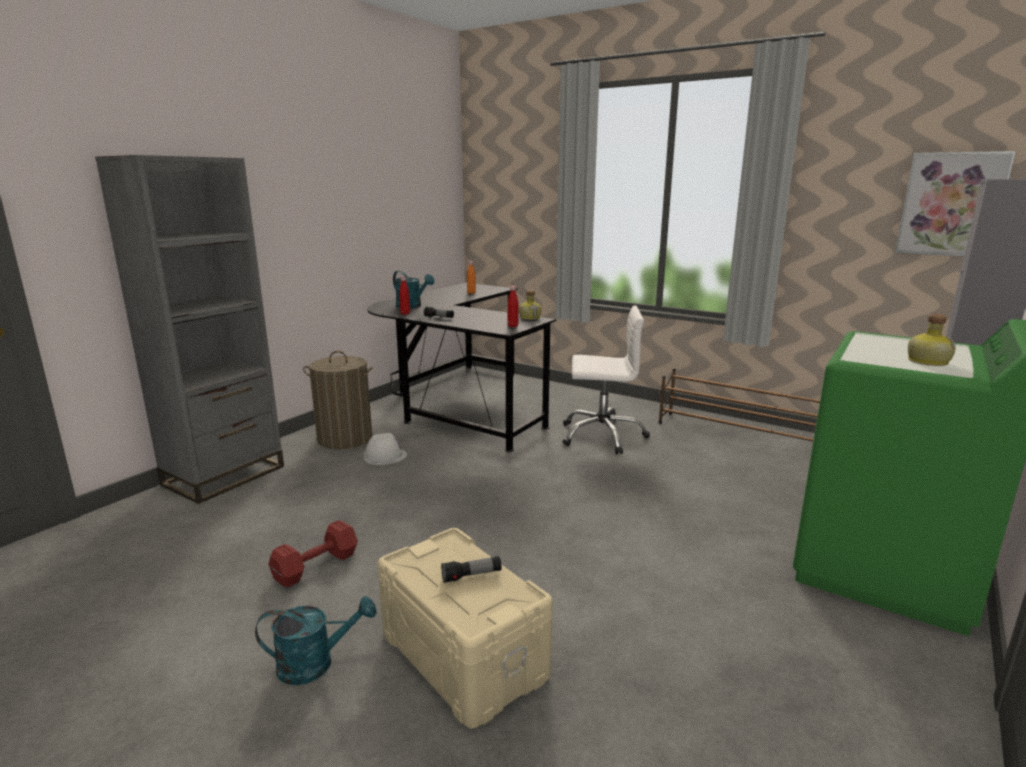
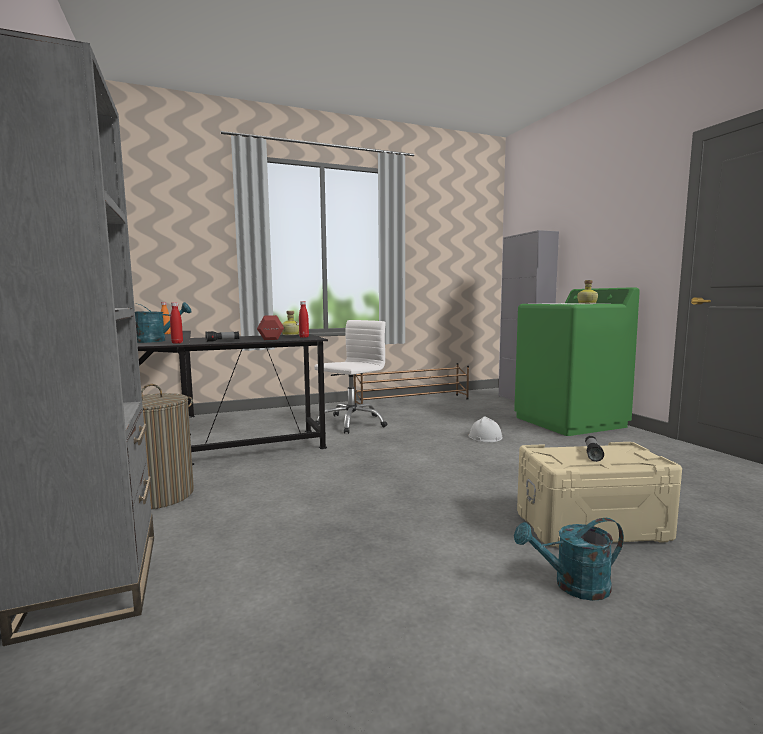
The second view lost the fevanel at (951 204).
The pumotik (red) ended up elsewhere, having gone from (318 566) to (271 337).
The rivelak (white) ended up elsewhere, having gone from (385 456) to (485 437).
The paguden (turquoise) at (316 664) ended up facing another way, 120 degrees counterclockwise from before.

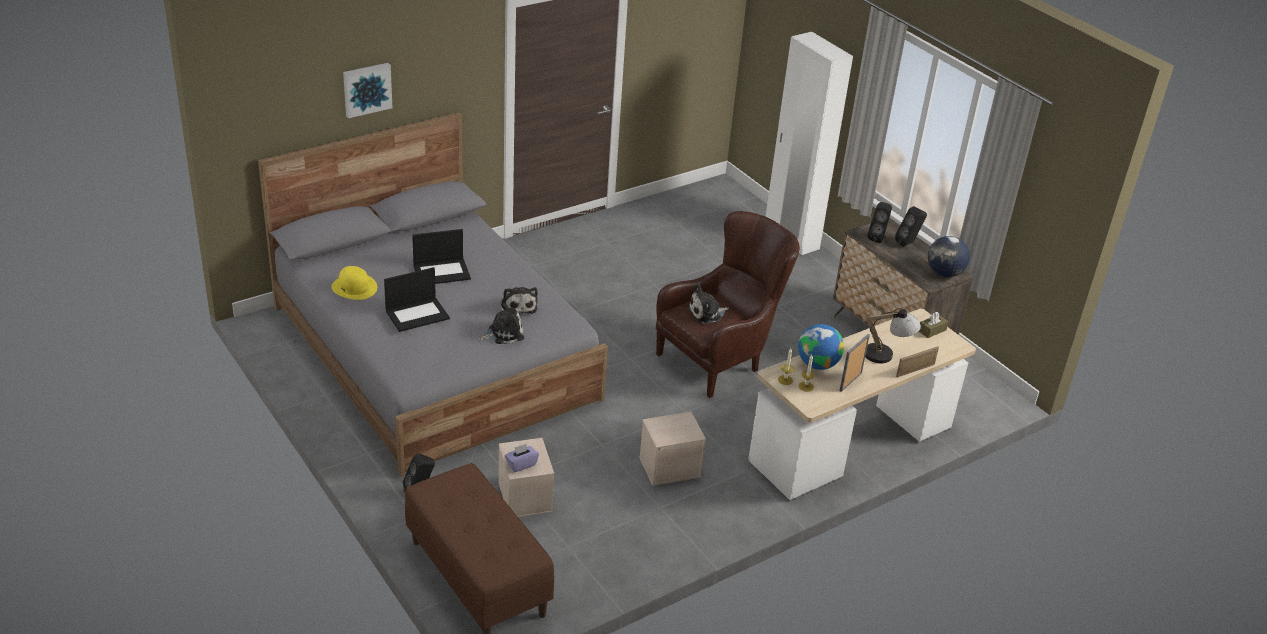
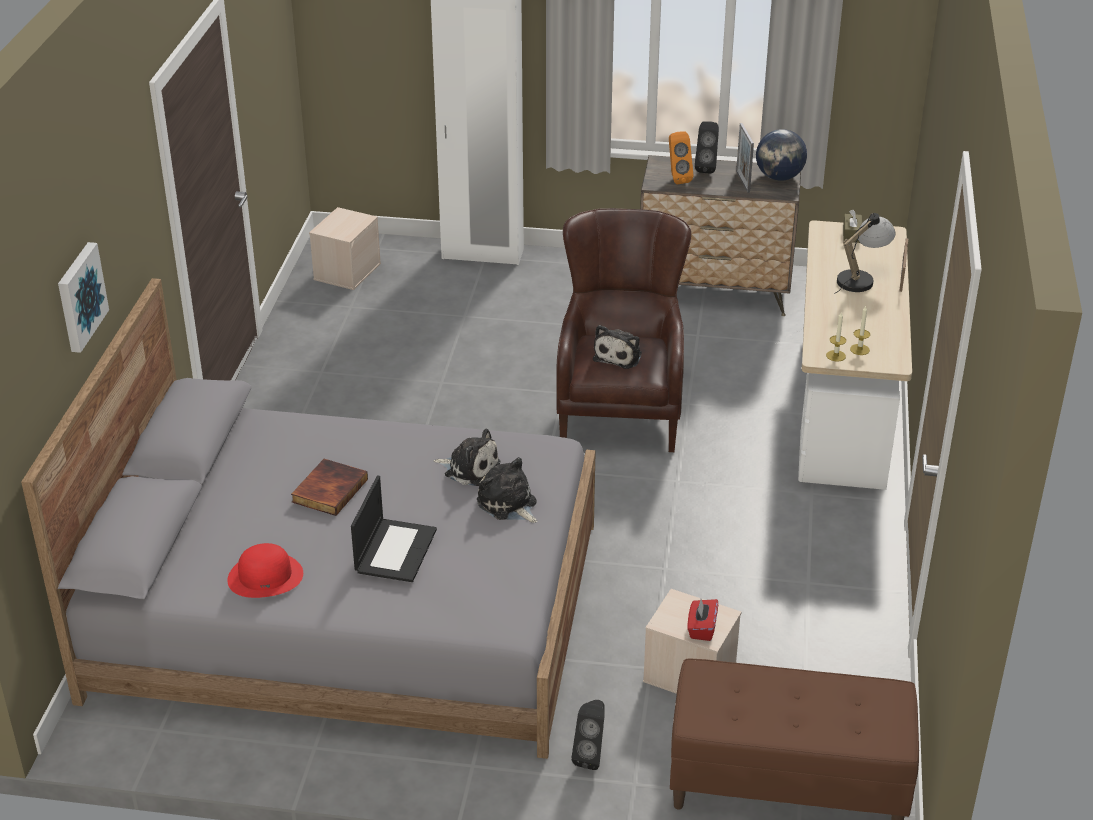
The second view lost the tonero at (817 364).
The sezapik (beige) ended up elsewhere, having gone from (670 466) to (347 271).
The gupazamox ended up elsewhere, having gone from (850 381) to (743 181).
Where the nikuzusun stood at (442 272), the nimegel came to stand at (329 490).
What was the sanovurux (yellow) at (354 287) turned into the sanovurux (red) at (265 576).
What was the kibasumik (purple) at (521 464) turned into the kibasumik (red) at (701 628).
What was the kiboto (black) at (878 238) turned into the kiboto (orange) at (677 179).
The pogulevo at (503 333) ended up facing another way, 60 degrees counterclockwise from before.

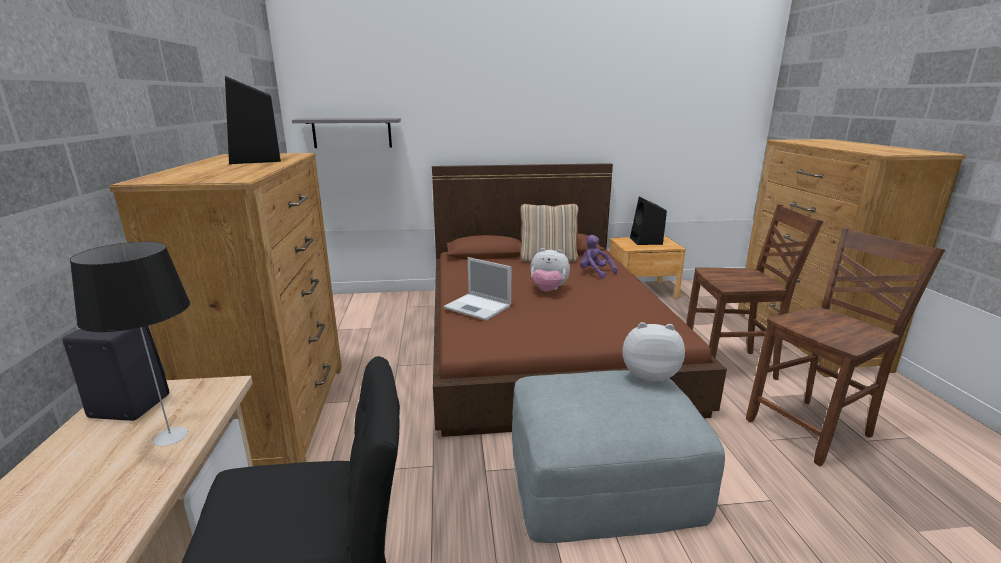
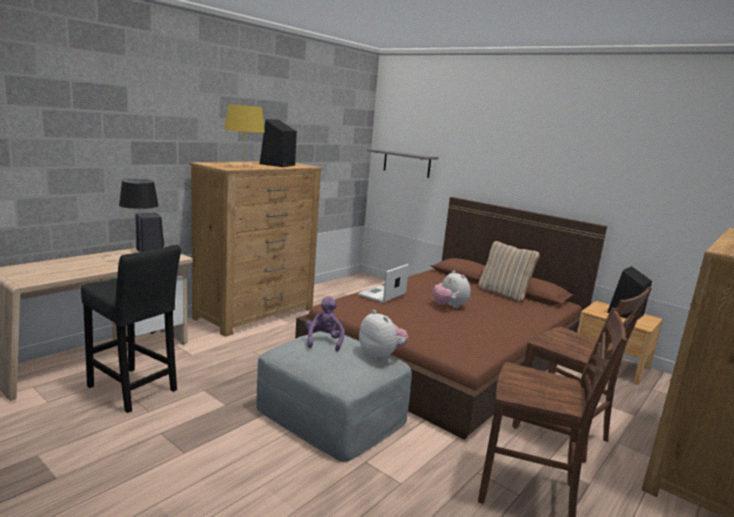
The second view gained the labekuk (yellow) at (243 167).
The pogulevo (purple) ended up elsewhere, having gone from (594 273) to (324 341).
The nikuzusun at (478 307) ended up facing another way, 45 degrees clockwise from before.

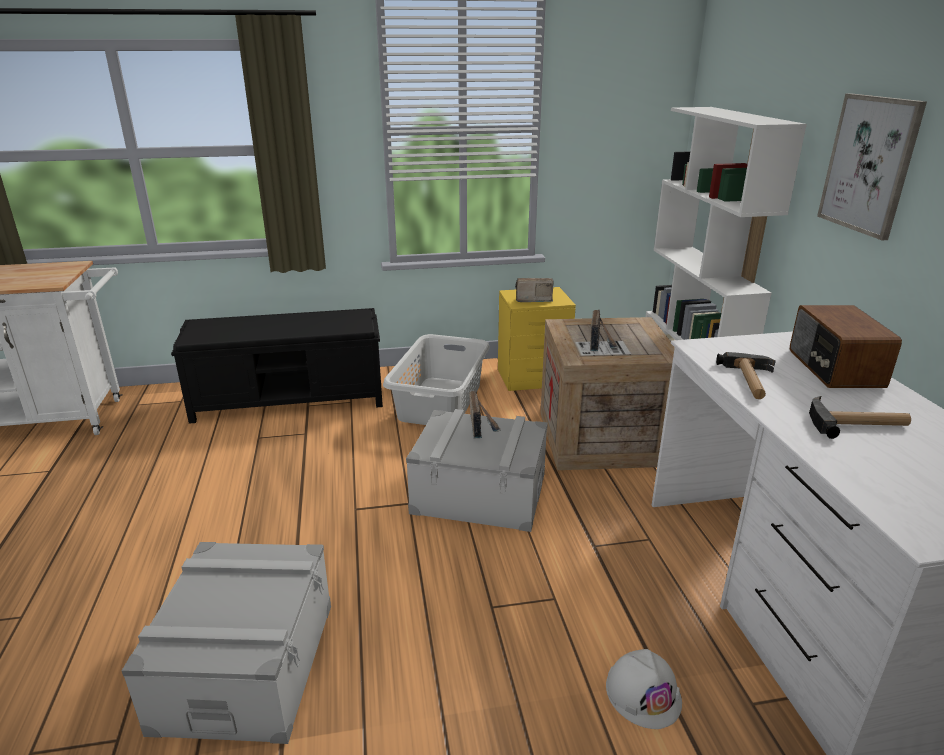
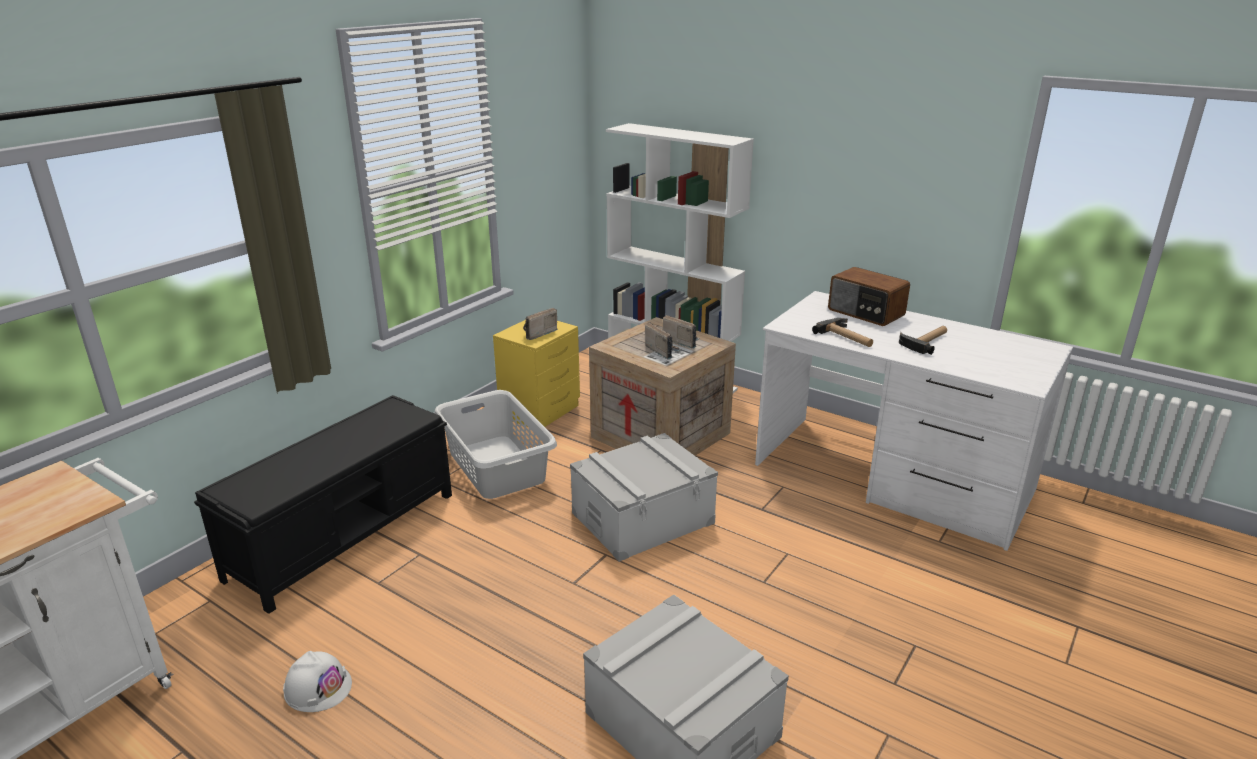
The second view lost the fevanel at (869 165).
The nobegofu ended up elsewhere, having gone from (482 426) to (681 341).
The rivelak (white) ended up elsewhere, having gone from (643 693) to (318 687).

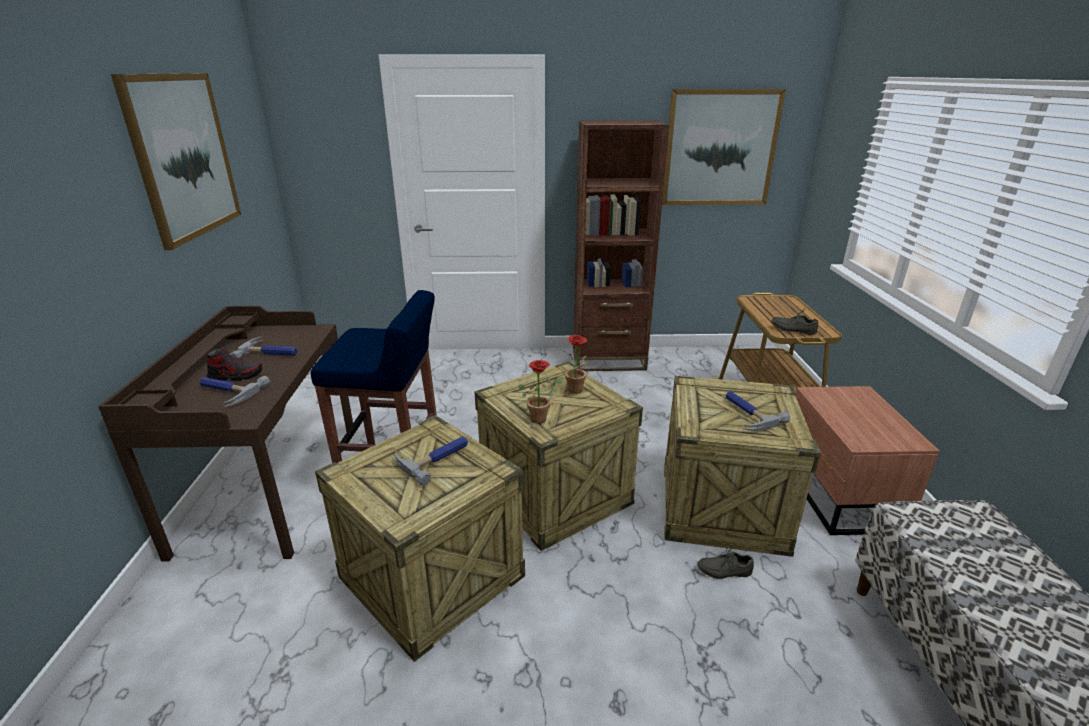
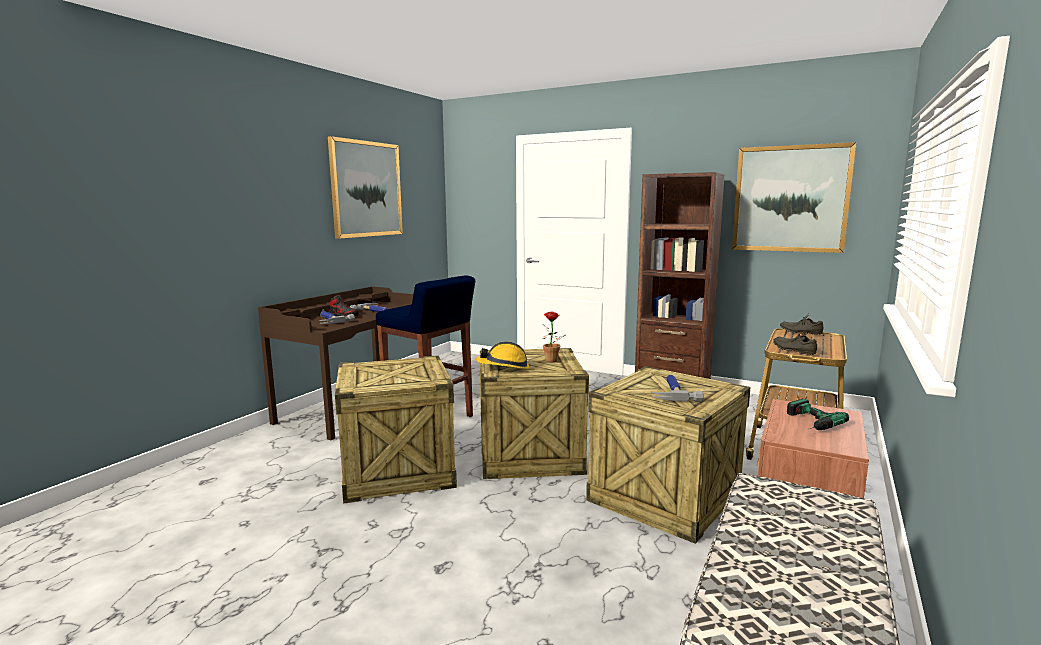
The second view lost the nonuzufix at (435 458).
The second view gained the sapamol at (807 422).
The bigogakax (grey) ended up elsewhere, having gone from (723 569) to (800 331).
Where the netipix stood at (541 418), the rivelak came to stand at (503 367).

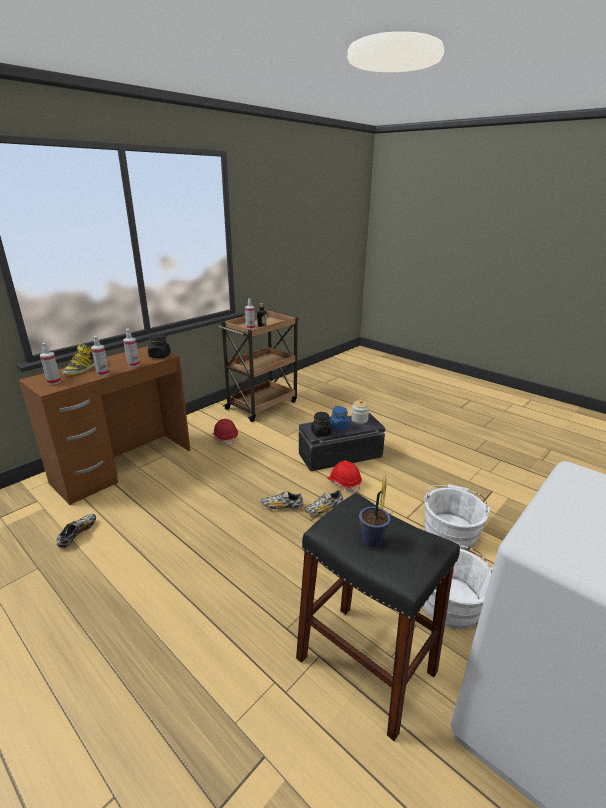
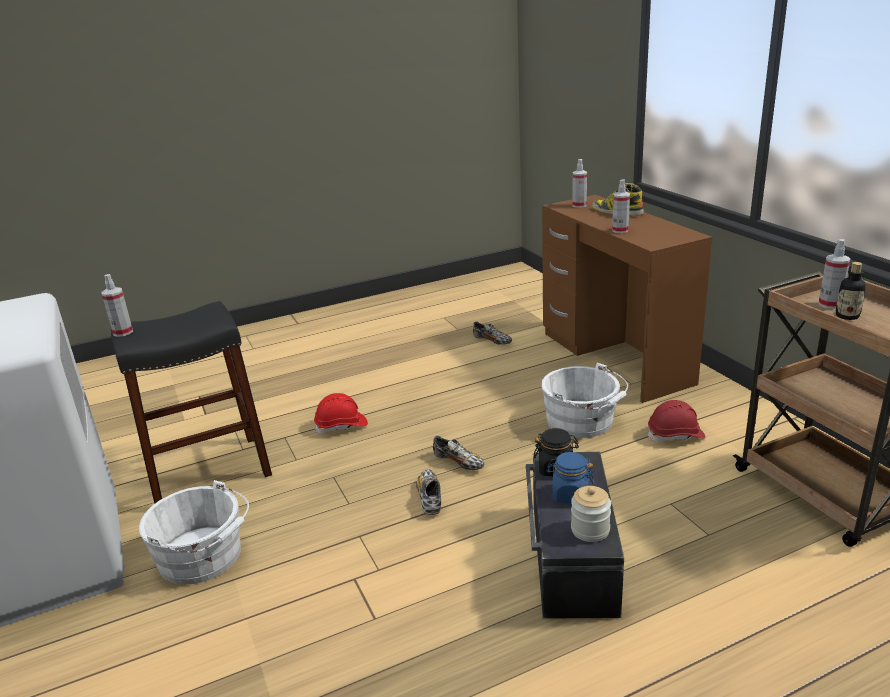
The second view lost the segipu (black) at (160 356).
The second view lost the netipix at (371 542).
The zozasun ended up elsewhere, having gone from (103 373) to (123 332).
The rivelak (red) ended up elsewhere, having gone from (344 483) to (341 426).
The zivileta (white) ended up elsewhere, having gone from (451 529) to (583 421).
The bigogakax at (282 507) ended up facing another way, 105 degrees clockwise from before.

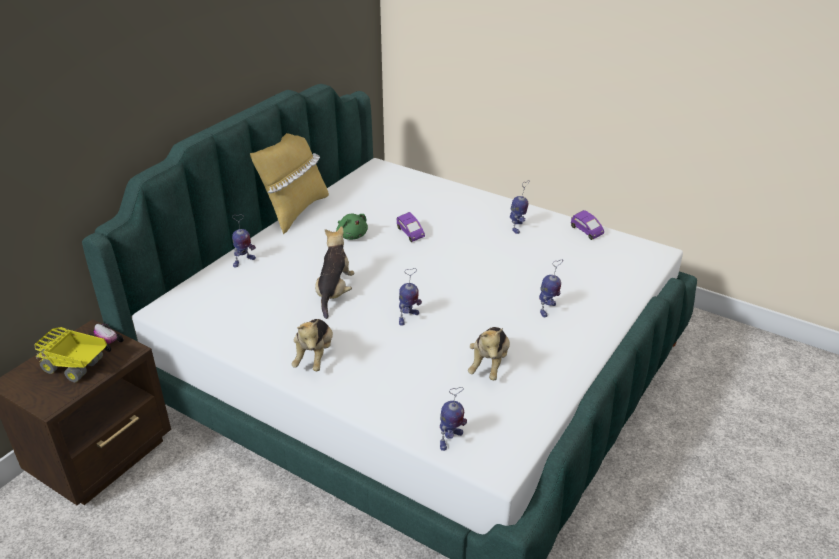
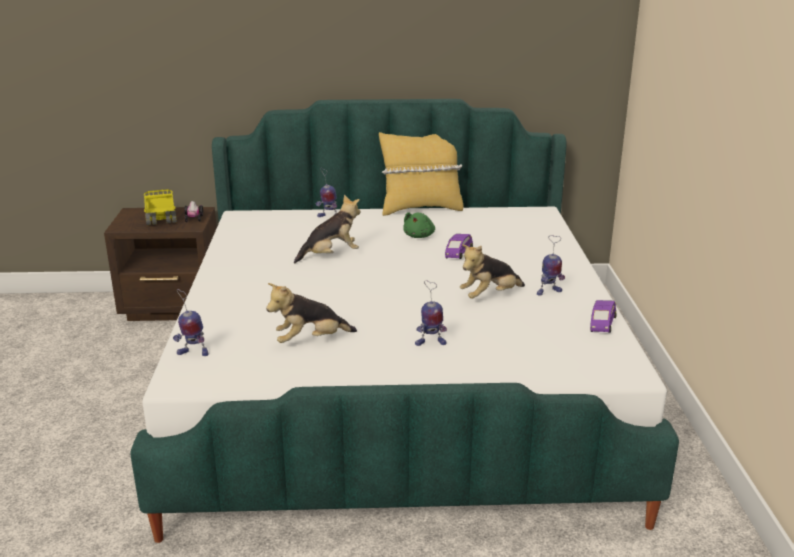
The second view lost the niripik at (408 318).
The pogulevo ended up elsewhere, having gone from (314 357) to (490 296).

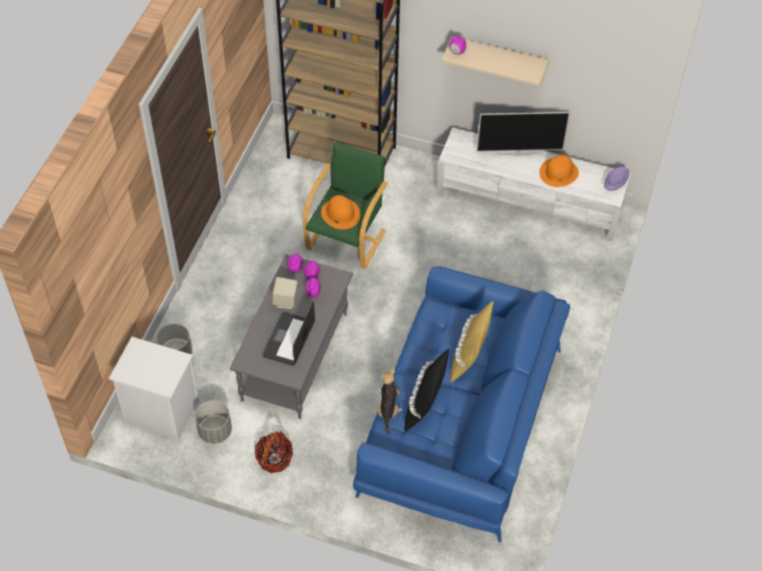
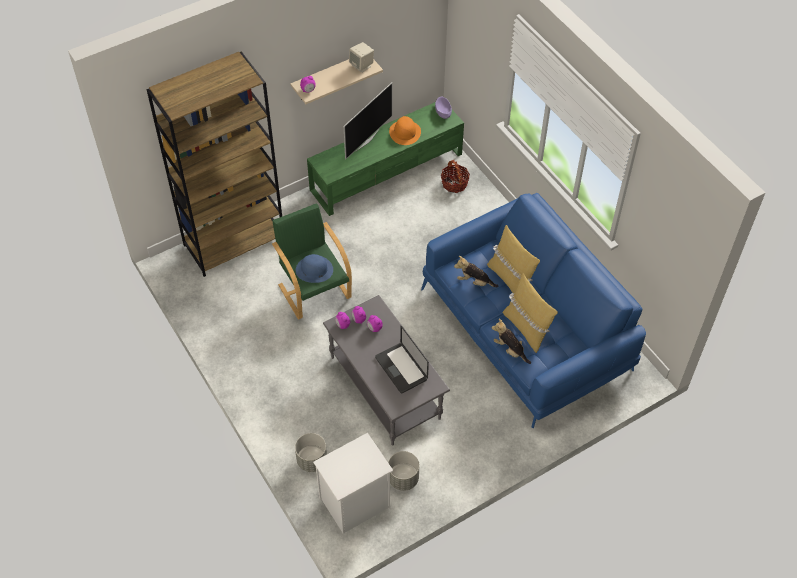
The second view gained the pogulevo at (474 282).
The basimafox ended up elsewhere, having gone from (274 458) to (454 183).
The kiboto (beige) ended up elsewhere, having gone from (285 301) to (362 66).
What was the sanovurux (orange) at (340 213) turned into the sanovurux (blue) at (314 270).
What was the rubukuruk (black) at (425 406) turned into the rubukuruk (yellow) at (526 328).
What was the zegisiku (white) at (530 202) turned into the zegisiku (green) at (387 172).

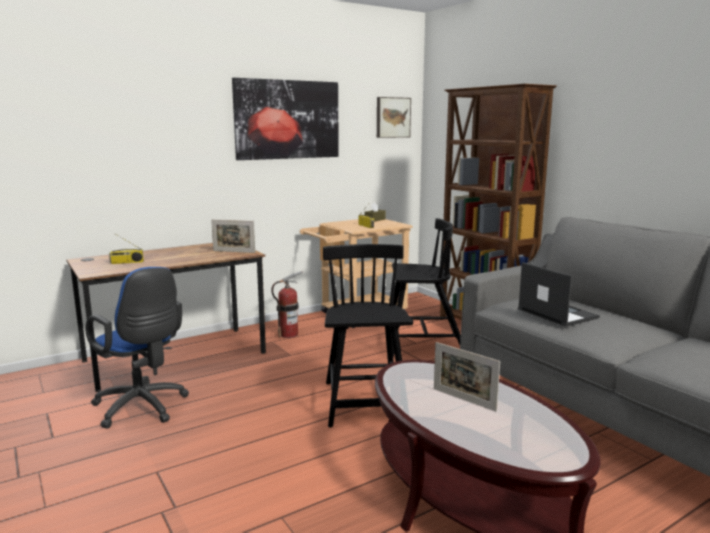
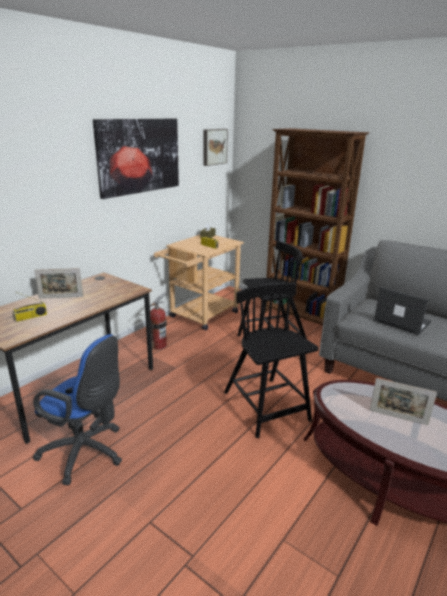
The gupazamox ended up elsewhere, having gone from (234 251) to (61 297).

